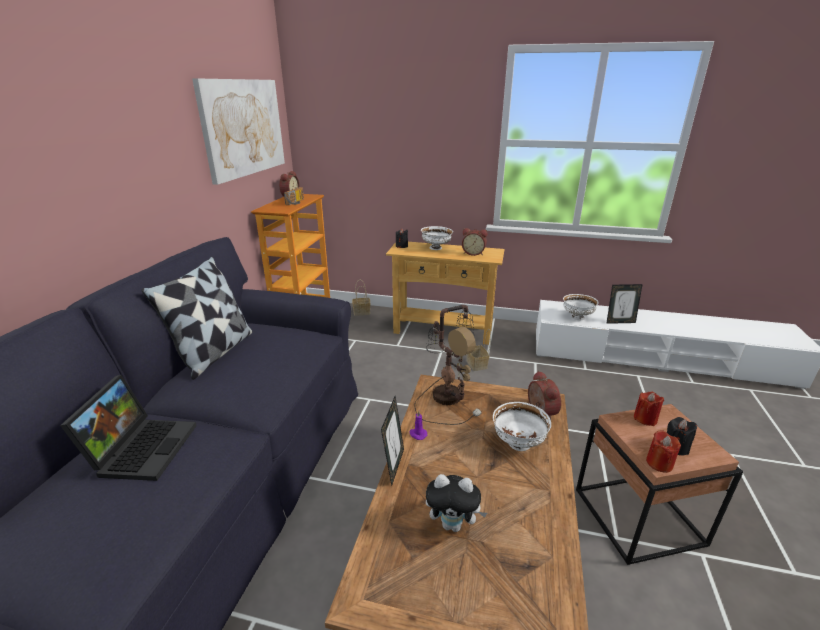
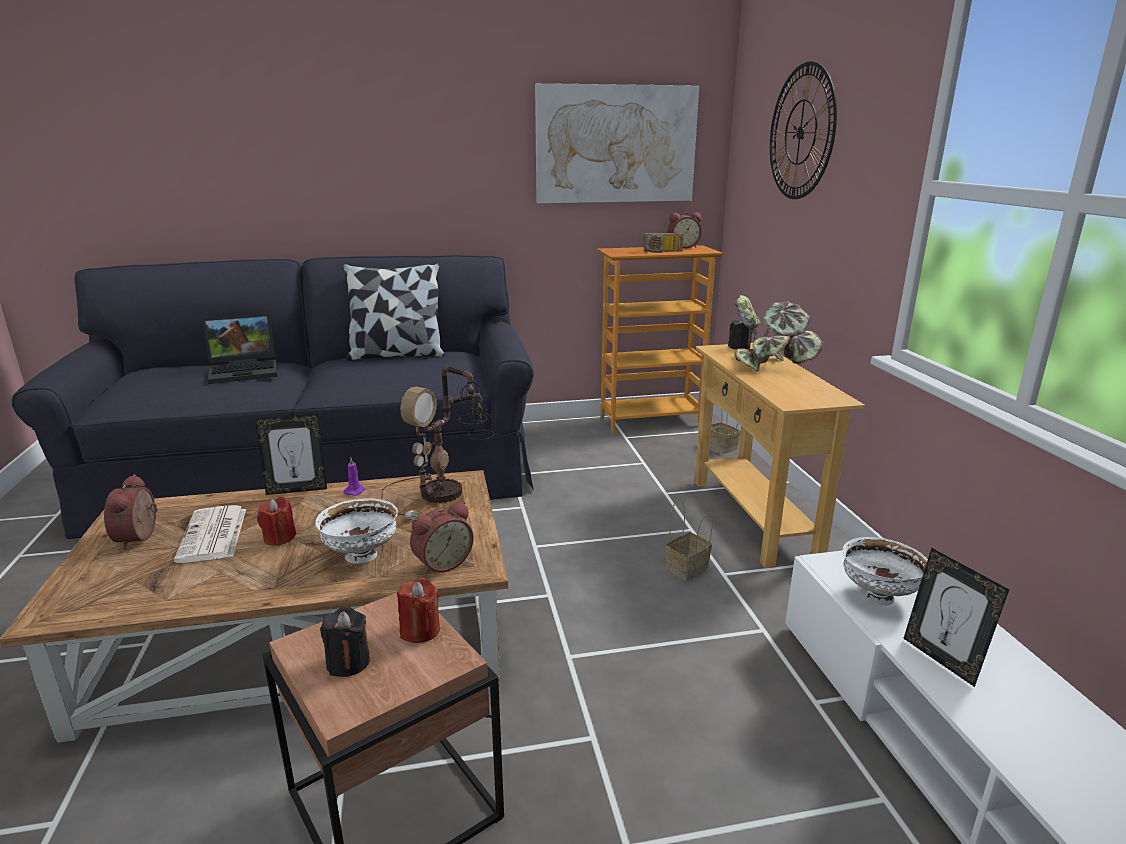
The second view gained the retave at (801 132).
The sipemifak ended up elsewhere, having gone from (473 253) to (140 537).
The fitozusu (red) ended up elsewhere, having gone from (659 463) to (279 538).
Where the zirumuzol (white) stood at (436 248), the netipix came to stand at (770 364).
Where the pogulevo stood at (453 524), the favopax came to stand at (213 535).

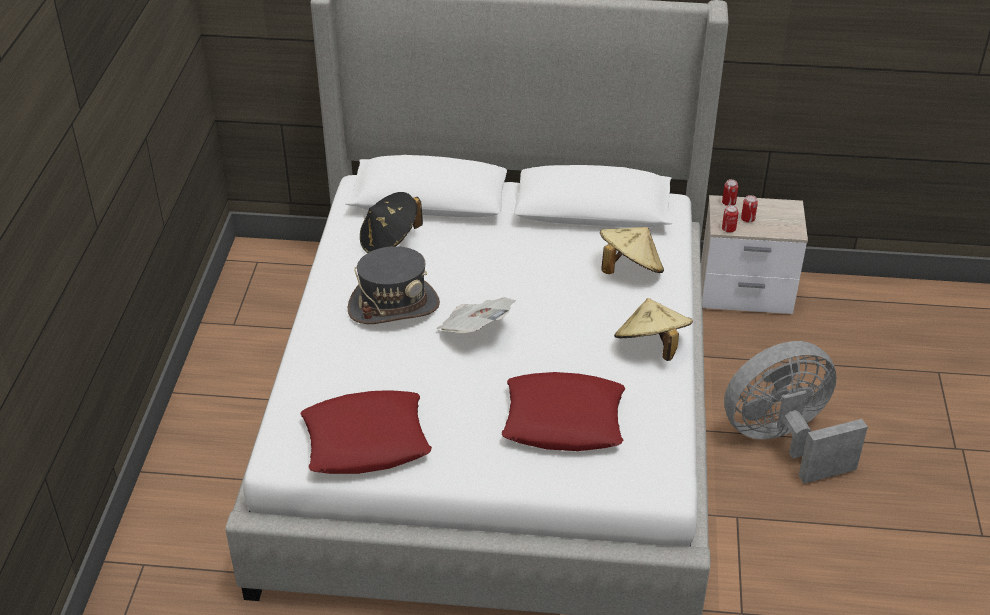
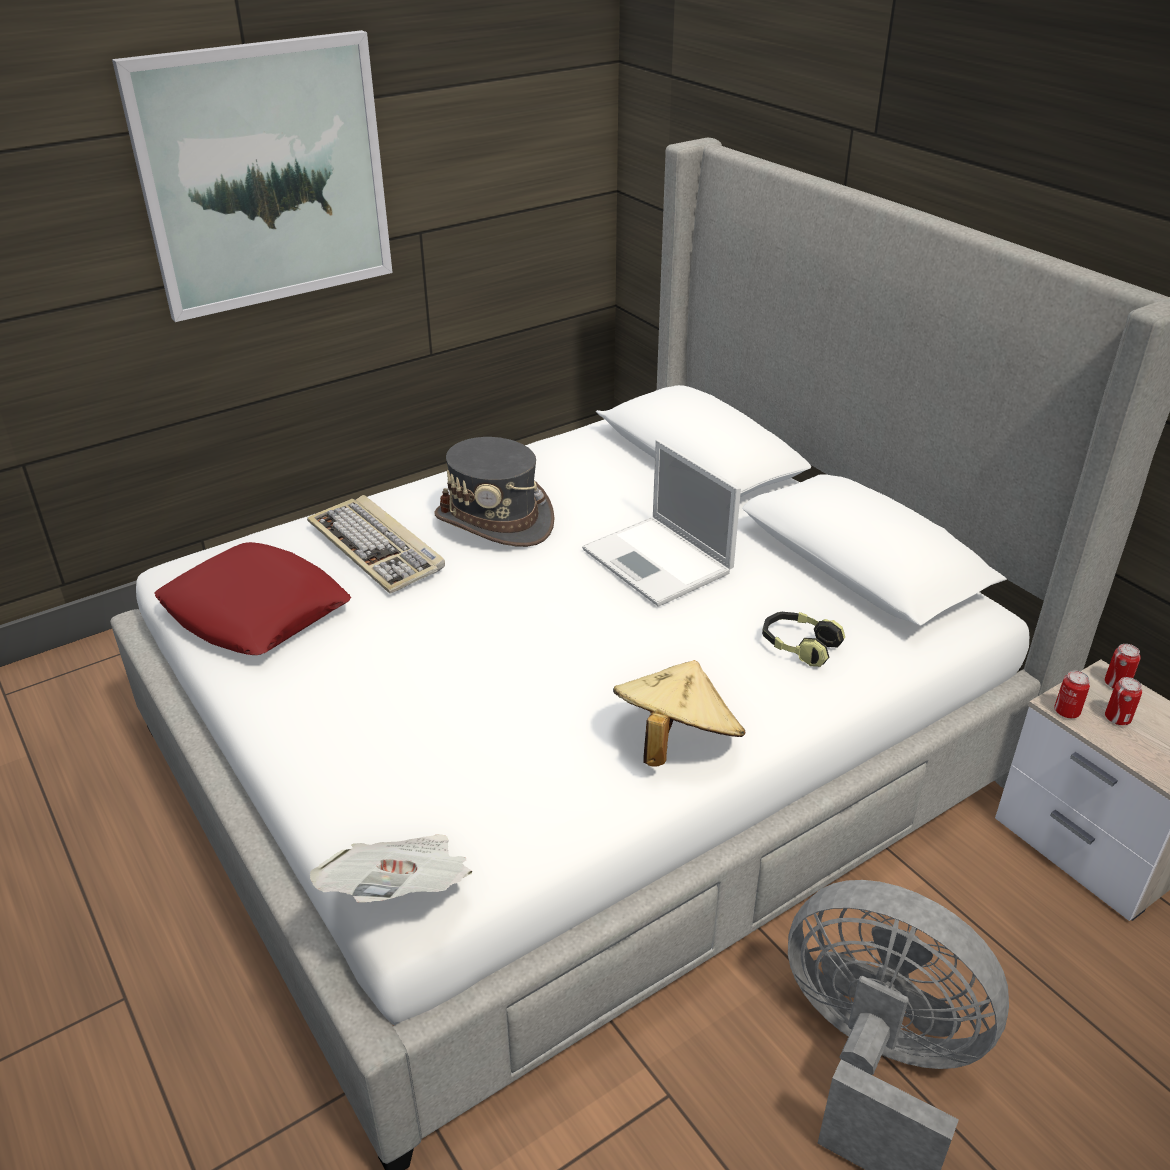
The second view lost the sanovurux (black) at (389 241).
The second view lost the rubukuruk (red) at (564 420).
The second view gained the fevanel at (265 176).
The second view gained the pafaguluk at (377 548).
The second view gained the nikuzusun at (659 562).
The favopax ended up elsewhere, having gone from (476 330) to (401 893).
Where the sanovurux (beige) stood at (629 269), the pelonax came to stand at (798 647).

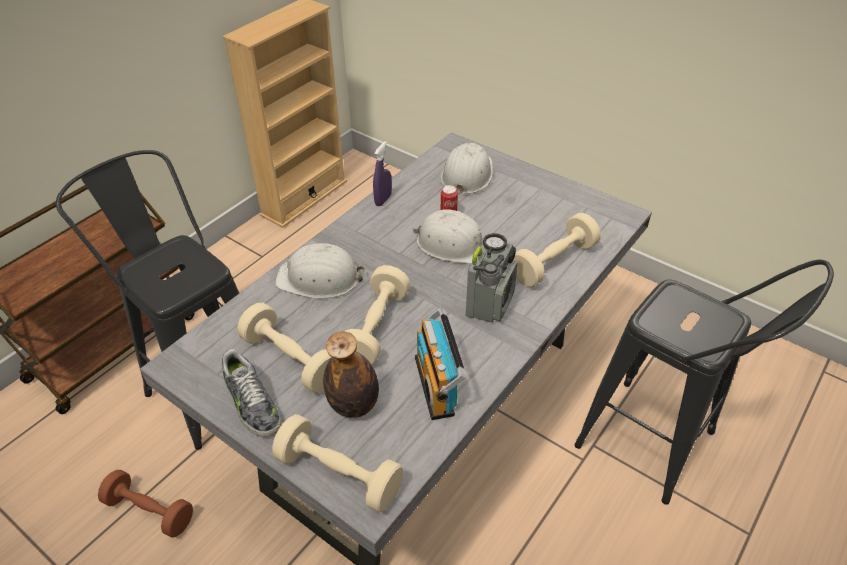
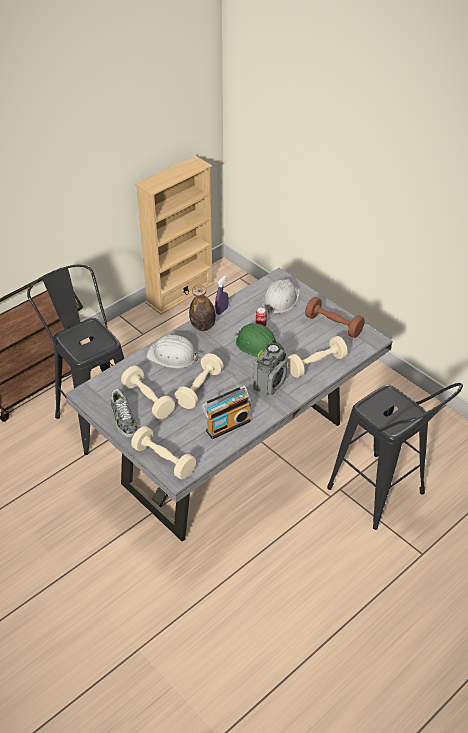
The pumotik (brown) ended up elsewhere, having gone from (150 511) to (333 325).
The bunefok ended up elsewhere, having gone from (354 405) to (203 326).
What was the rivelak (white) at (454 245) turned into the rivelak (green) at (258 345).
The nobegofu at (438 385) ended up facing another way, 120 degrees counterclockwise from before.

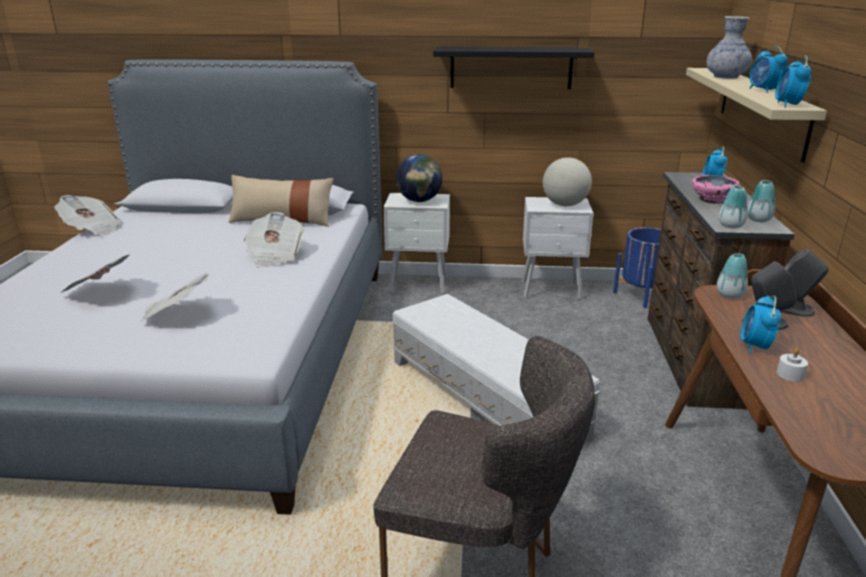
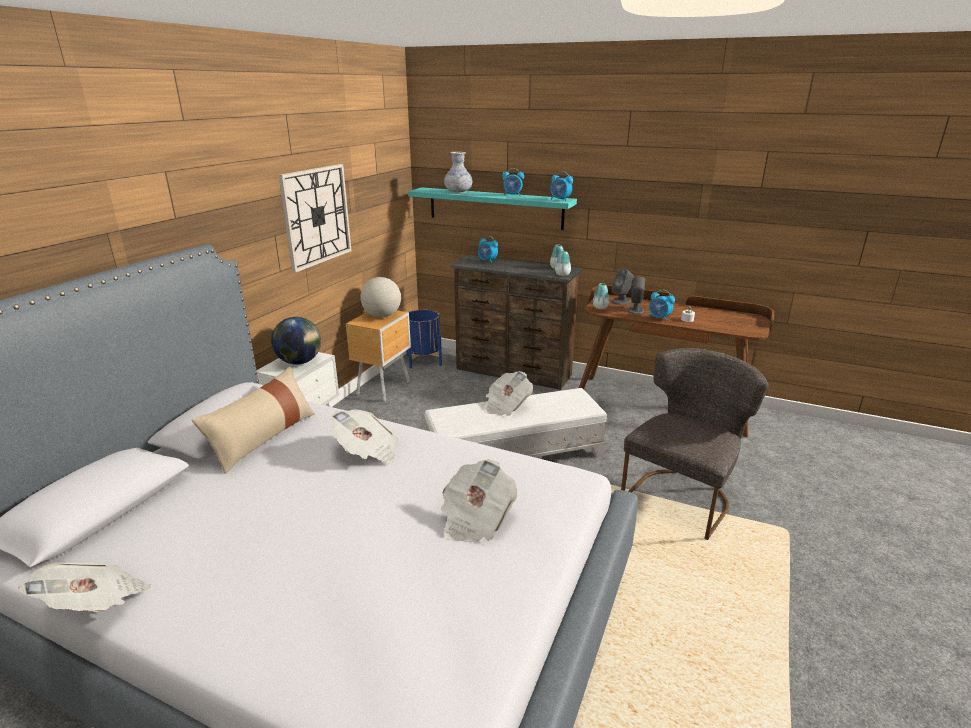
The second view lost the zirumuzol (pink) at (712 200).
The favopax ended up elsewhere, having gone from (98 291) to (506 406).
Where the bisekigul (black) hung at (511 68), the retave came to hang at (316 216).
What was the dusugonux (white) at (552 291) turned into the dusugonux (brown) at (385 388).
What was the bisekigul (beige) at (762 110) turned into the bisekigul (turquoise) at (495 208).

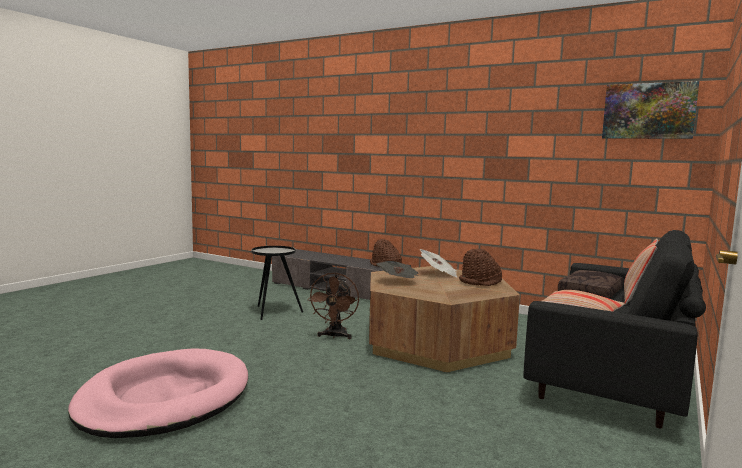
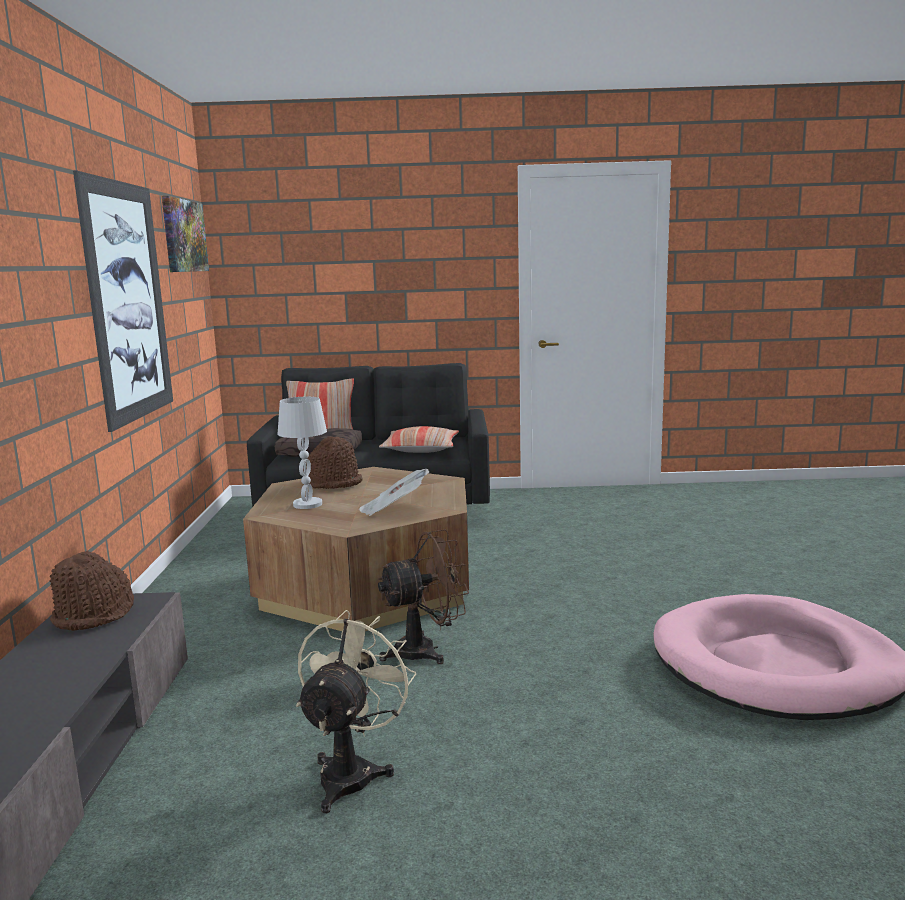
The second view gained the fevanel at (128 301).
Where the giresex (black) stood at (273 312), the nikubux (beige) came to stand at (352 771).
Where the favopax stood at (439 274), the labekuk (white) came to stand at (307 504).

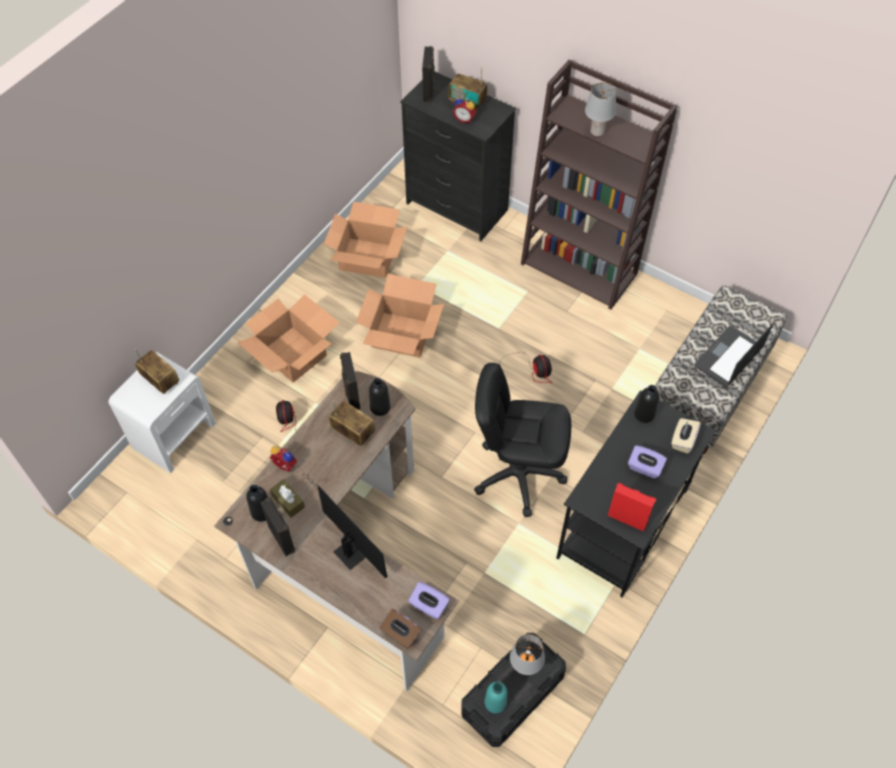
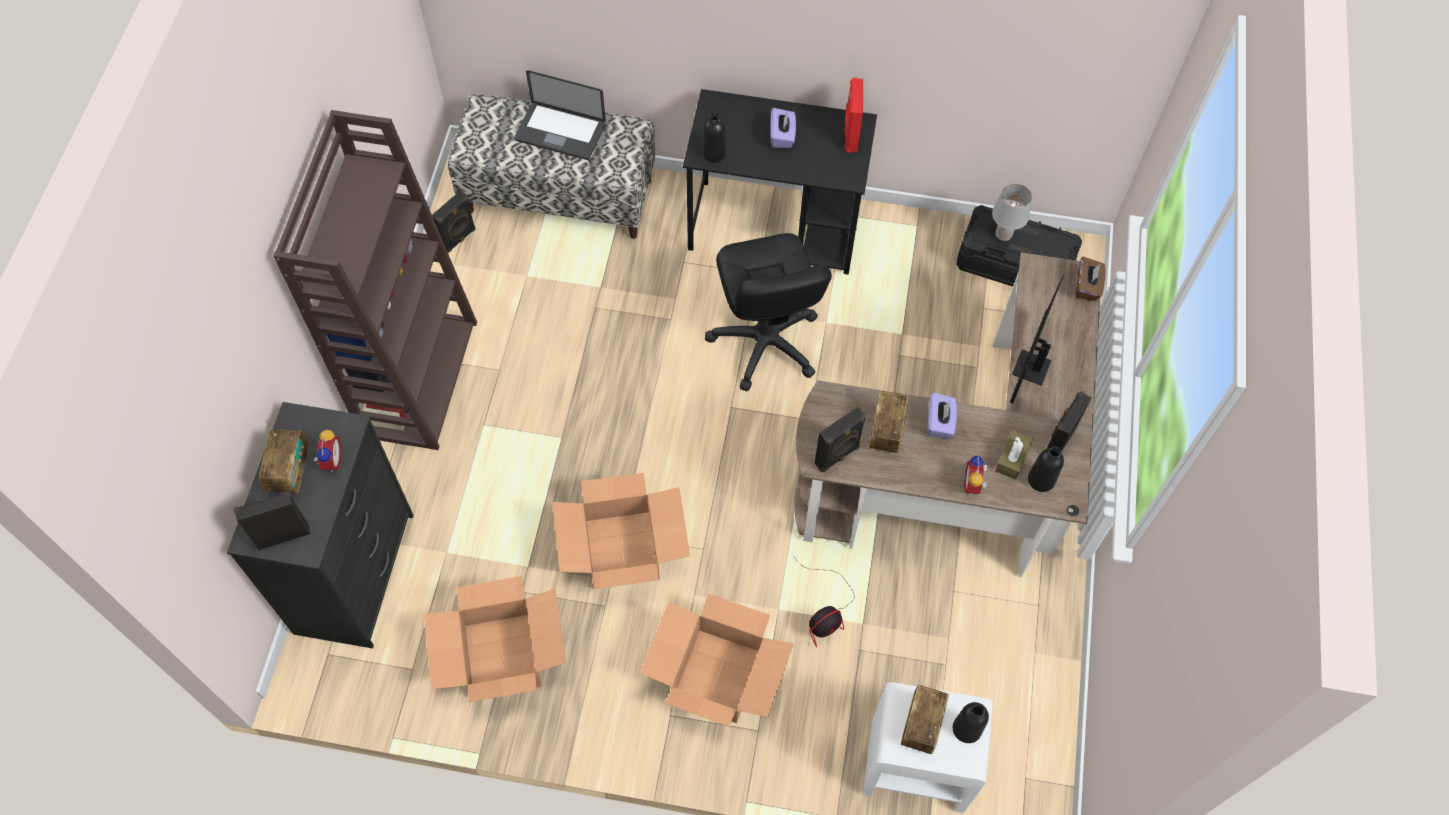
The second view lost the bunefok (turquoise) at (495 702).
The second view lost the nikubux at (529 371).
The second view lost the labekuk (grey) at (597 133).
The second view lost the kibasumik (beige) at (683 440).
The second view gained the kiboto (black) at (459 239).
The bunefok (black) ended up elsewhere, having gone from (380 407) to (966 729).
The kibasumik (purple) ended up elsewhere, having gone from (428 606) to (939 423).

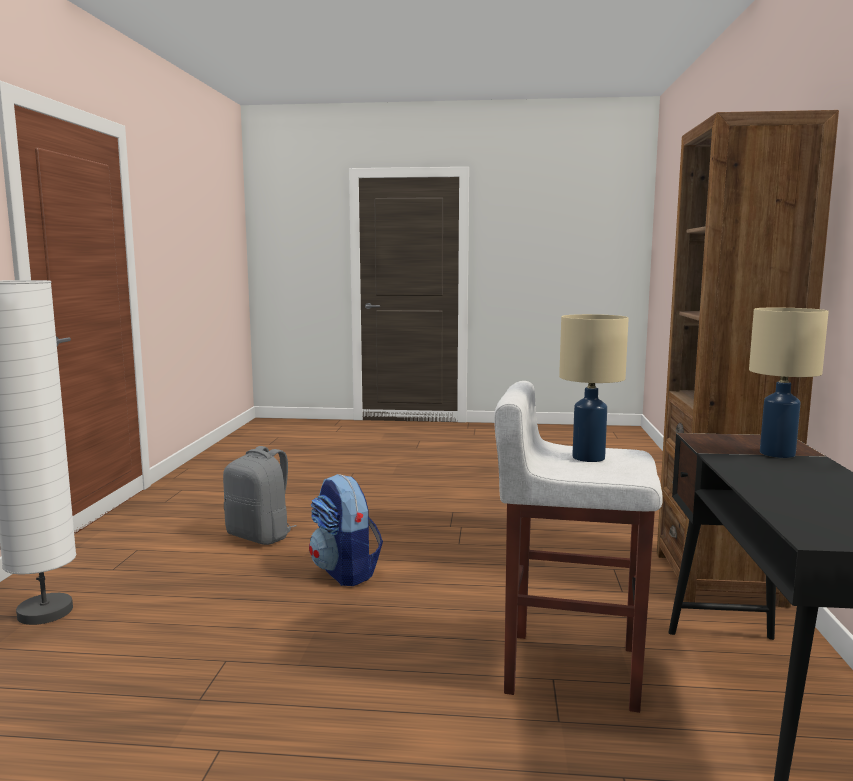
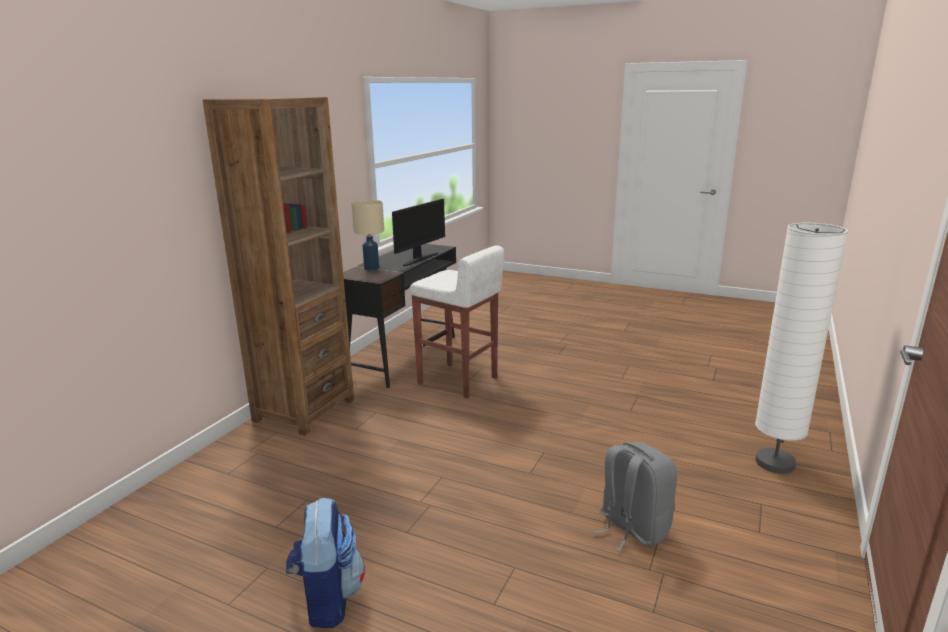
The second view lost the labekuk (beige) at (588 458).
The second view gained the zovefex at (419 259).
The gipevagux ended up elsewhere, having gone from (345 572) to (327 598).

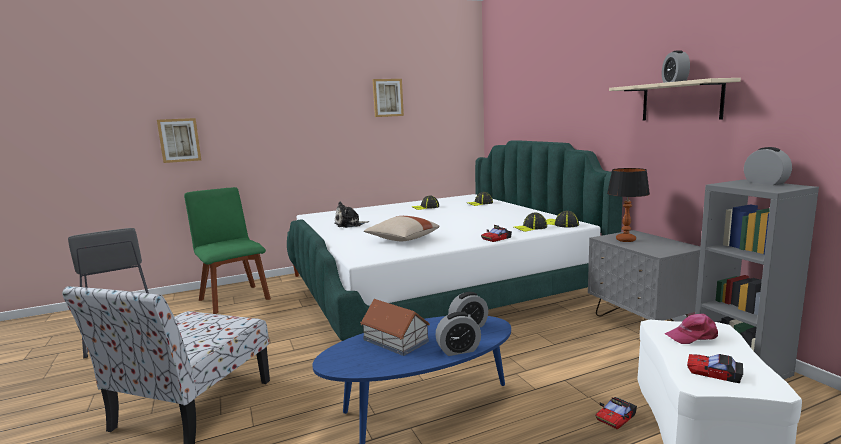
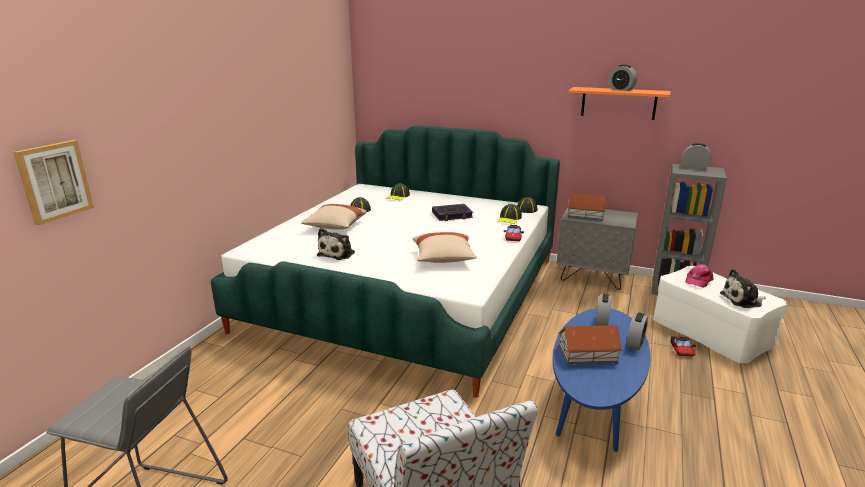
The second view lost the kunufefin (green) at (233 298).
The second view lost the fevanel at (387 98).
The second view gained the rubukuruk (beige) at (335 227).
The second view gained the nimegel at (452 215).
Where the labekuk stood at (625 240), the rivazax came to stand at (586 216).
Where the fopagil stood at (714 372), the pogulevo came to stand at (743 300).
What was the bisekigul (beige) at (681 101) turned into the bisekigul (orange) at (618 103).

